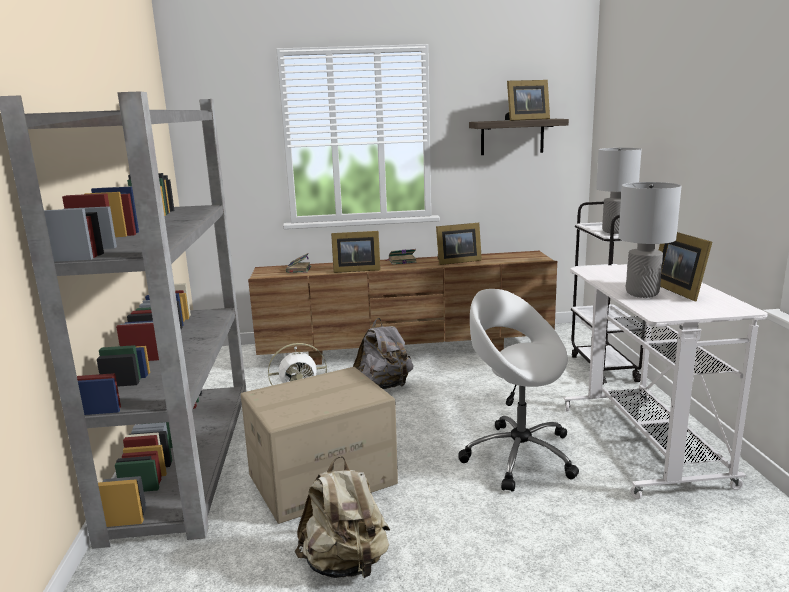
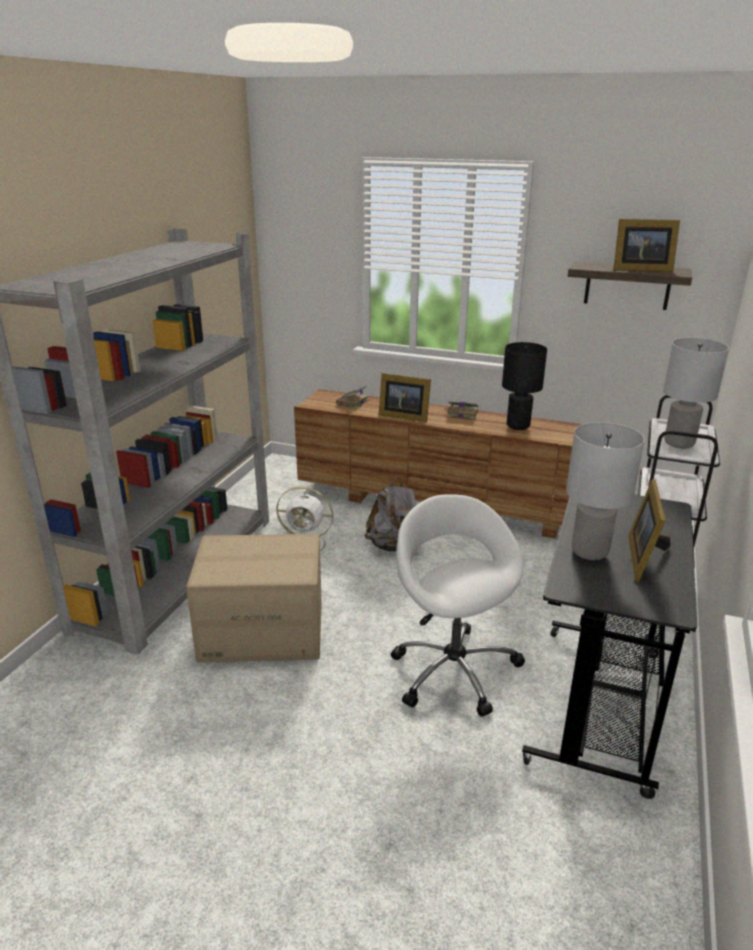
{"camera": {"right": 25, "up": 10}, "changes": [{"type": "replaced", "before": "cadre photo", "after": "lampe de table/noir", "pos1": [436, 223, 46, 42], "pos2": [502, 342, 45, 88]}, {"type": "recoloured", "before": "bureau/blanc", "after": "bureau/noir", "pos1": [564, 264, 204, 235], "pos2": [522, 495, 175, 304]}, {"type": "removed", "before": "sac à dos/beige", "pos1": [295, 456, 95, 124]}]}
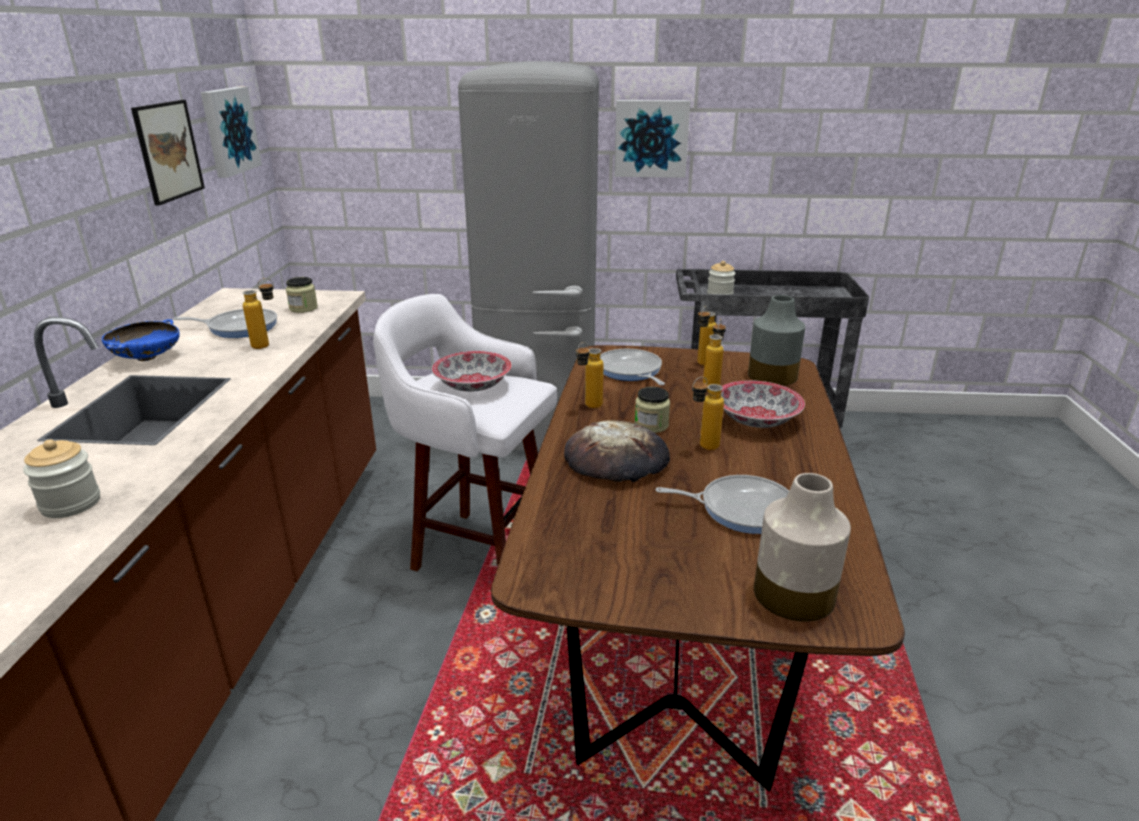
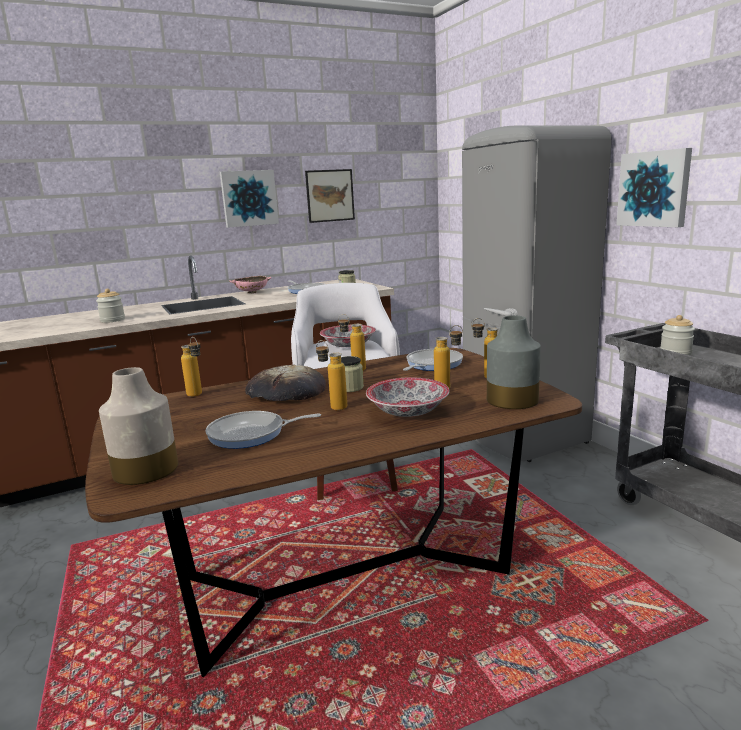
{"camera": {"right": 60, "up": -10}, "changes": [{"type": "moved", "before": "tableau", "pos1": [201, 87, 61, 91], "pos2": [220, 170, 59, 58]}, {"type": "moved", "before": "bouteille", "pos1": [242, 278, 32, 71], "pos2": [181, 337, 21, 60]}, {"type": "recoloured", "before": "bol/bleu", "after": "bol/rose", "pos1": [102, 319, 78, 42], "pos2": [229, 276, 43, 18]}, {"type": "turned", "before": "poêle", "pos1": [655, 475, 134, 59], "pos2": [206, 411, 115, 38], "turn": 105}]}
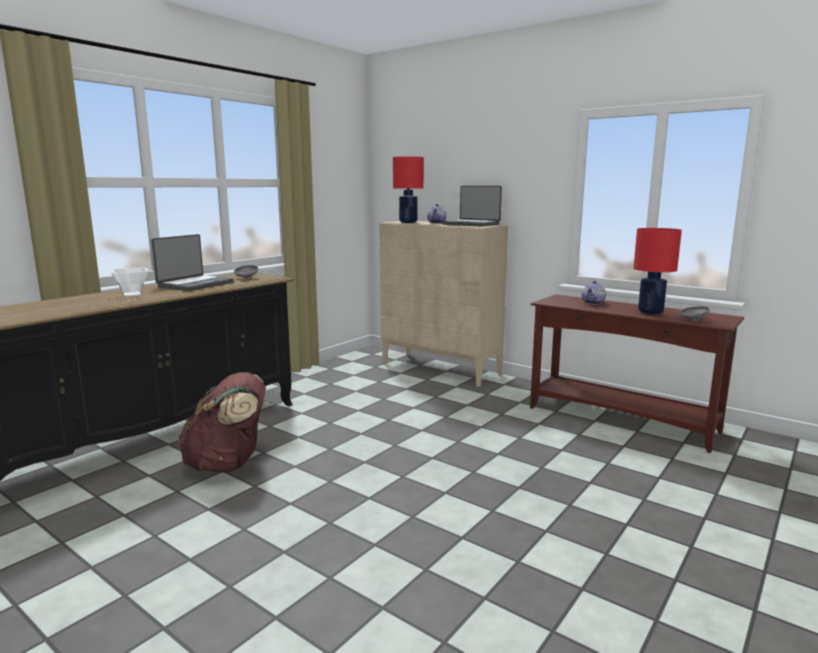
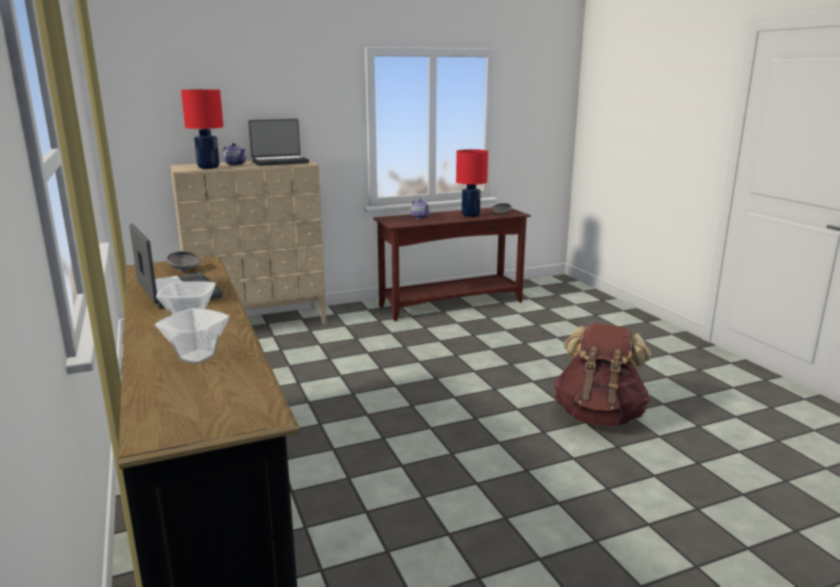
{"camera": {"right": -60, "up": 5}, "changes": [{"type": "moved", "before": "sac à dos/marron", "pos1": [177, 372, 89, 101], "pos2": [553, 323, 98, 104]}, {"type": "added", "after": "bol", "pos2": [155, 308, 75, 56]}]}
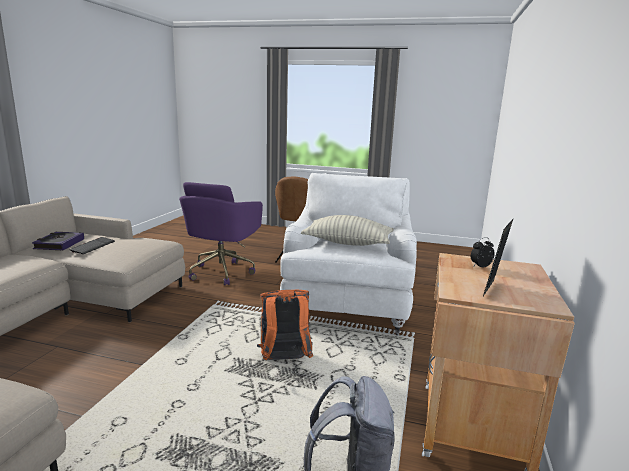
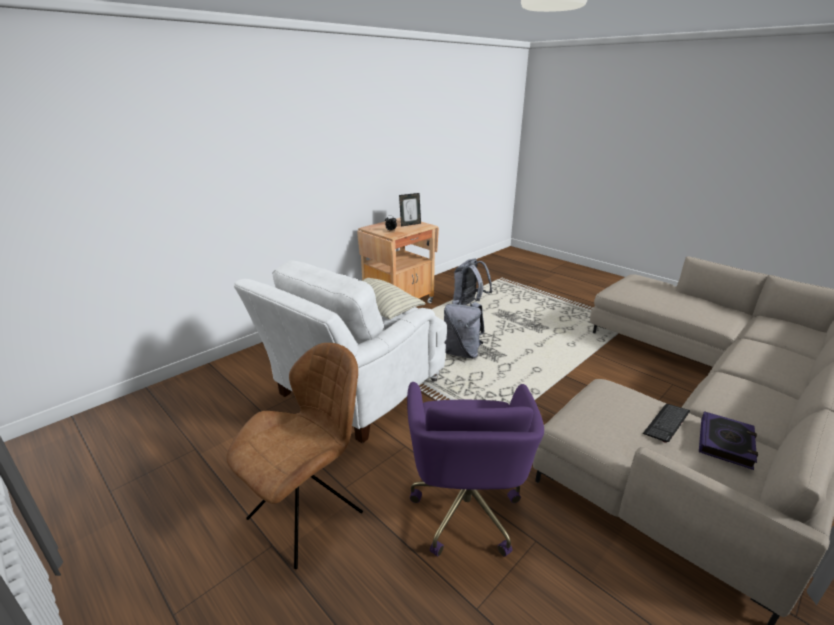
{"camera": {"right": -150, "up": 10}, "changes": [{"type": "turned", "before": "chaise de bureau/violet", "pos1": [179, 182, 84, 103], "pos2": [407, 382, 137, 175], "turn": 135}, {"type": "recoloured", "before": "sac à dos/orange", "after": "sac à dos/gris", "pos1": [257, 290, 56, 70], "pos2": [444, 300, 41, 58]}]}
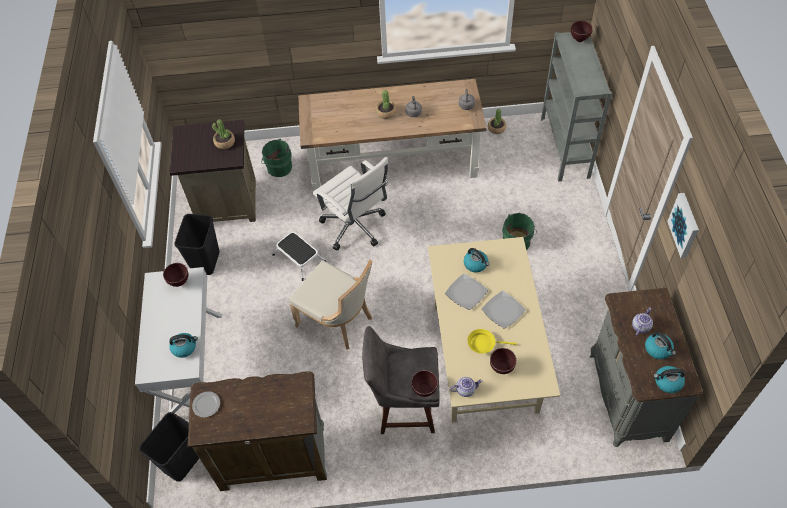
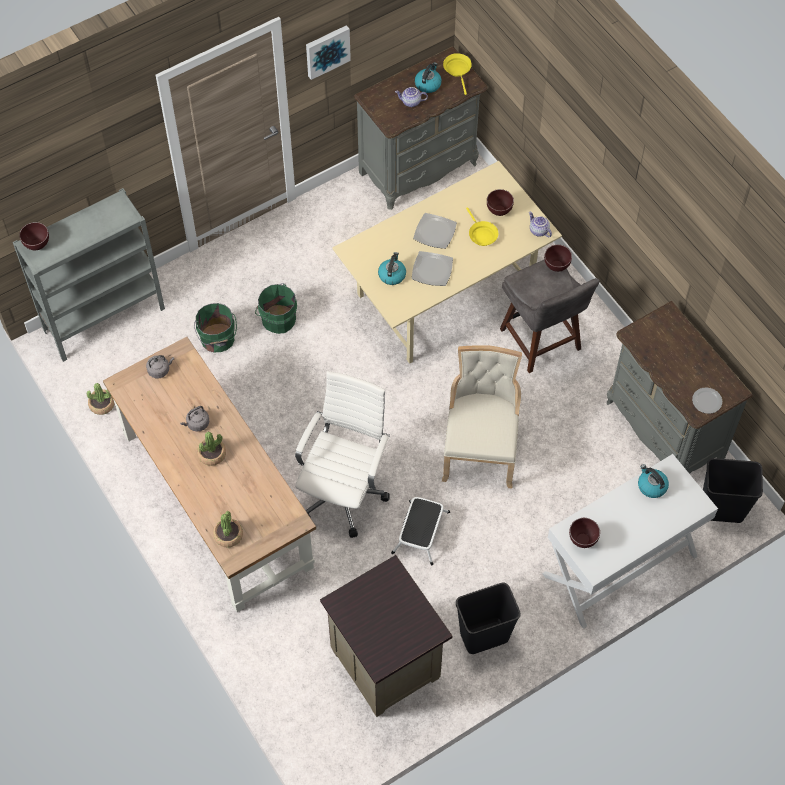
{"camera": {"right": -120, "up": 5}, "changes": [{"type": "moved", "before": "plante en pot", "pos1": [212, 119, 23, 30], "pos2": [213, 511, 30, 37]}, {"type": "moved", "before": "seau/vert", "pos1": [261, 138, 31, 39], "pos2": [194, 303, 43, 49]}, {"type": "replaced", "before": "bouilloire", "after": "poêle/jaune", "pos1": [653, 366, 32, 27], "pos2": [443, 53, 29, 42]}]}
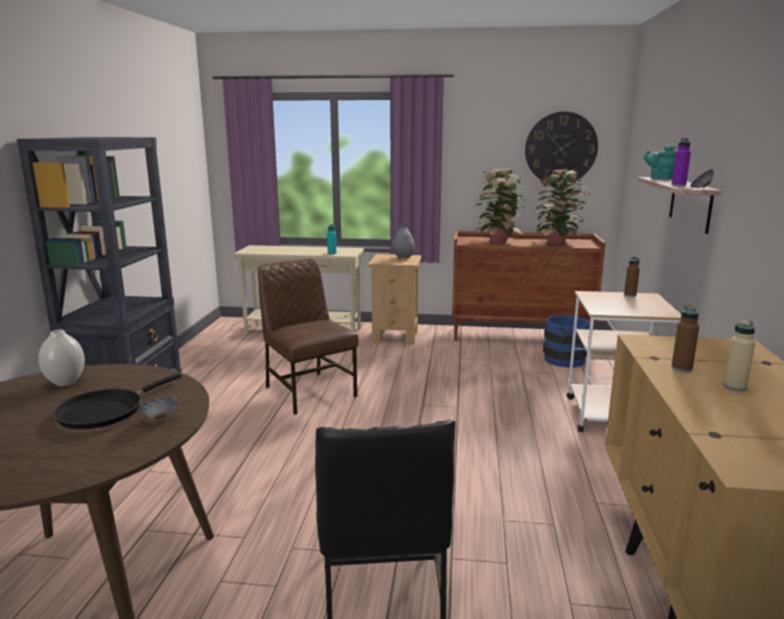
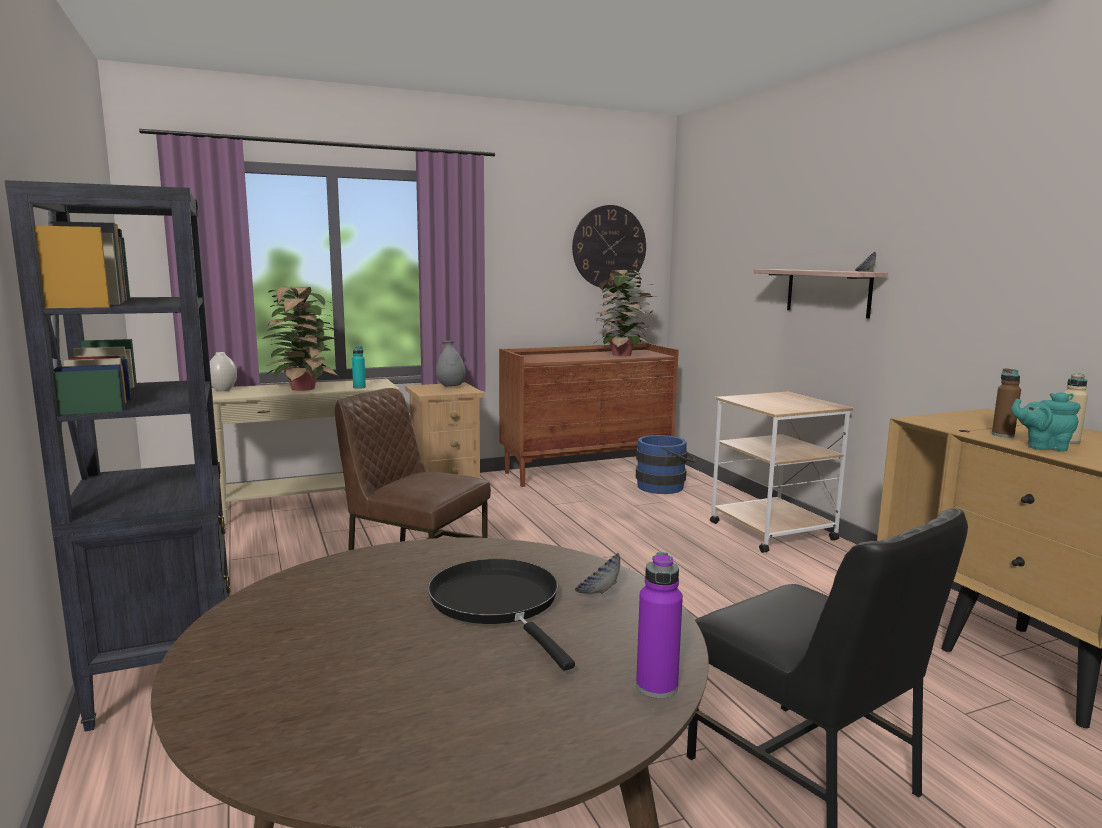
{"camera": {"right": -30, "up": -5}, "changes": [{"type": "moved", "before": "bouteille/violet", "pos1": [671, 138, 20, 48], "pos2": [636, 552, 47, 146]}, {"type": "moved", "before": "théière/turquoise", "pos1": [643, 146, 33, 34], "pos2": [1011, 392, 70, 59]}, {"type": "moved", "before": "plante en pot", "pos1": [474, 169, 51, 75], "pos2": [262, 286, 76, 105]}, {"type": "removed", "before": "bouteille/marron", "pos1": [624, 256, 16, 41]}, {"type": "moved", "before": "vase/blanc", "pos1": [39, 330, 46, 56], "pos2": [210, 352, 27, 39]}, {"type": "turned", "before": "poêle/noir", "pos1": [53, 373, 128, 56], "pos2": [428, 559, 147, 111], "turn": 150}]}
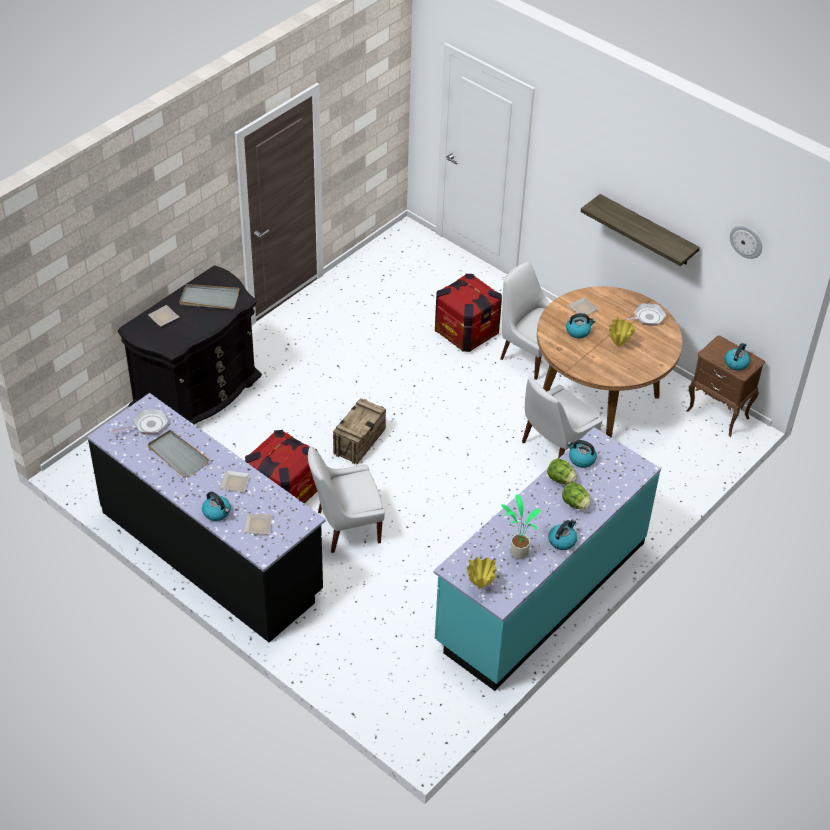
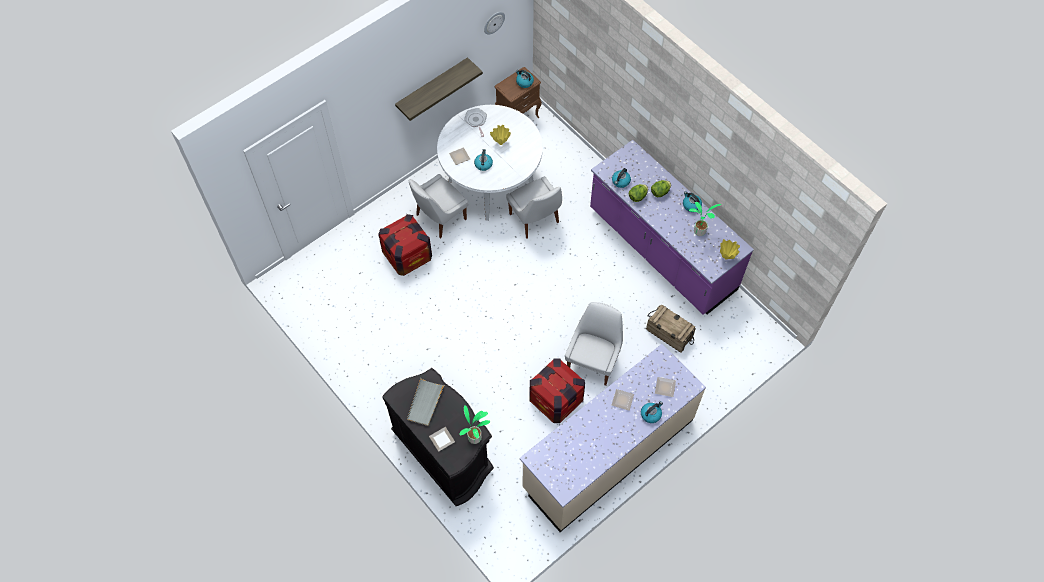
{"camera": {"right": -80, "up": 15}, "changes": [{"type": "recoloured", "before": "table à manger/marron", "after": "table à manger/blanc", "pos1": [537, 286, 146, 152], "pos2": [437, 105, 106, 116]}, {"type": "recoloured", "before": "comptoir de cuisine/noir", "after": "comptoir de cuisine/beige", "pos1": [87, 393, 239, 249], "pos2": [520, 344, 186, 188]}, {"type": "moved", "before": "caisse", "pos1": [333, 398, 53, 66], "pos2": [646, 304, 50, 49]}, {"type": "removed", "before": "poêle", "pos1": [112, 409, 57, 26]}, {"type": "recoloured", "before": "comptoir de cuisine/turquoise", "after": "comptoir de cuisine/violet", "pos1": [433, 427, 228, 264], "pos2": [590, 140, 164, 175]}, {"type": "removed", "before": "plateau/gris", "pos1": [148, 430, 61, 48]}, {"type": "turned", "before": "chaise/blanc", "pos1": [308, 446, 77, 107], "pos2": [565, 302, 58, 84], "turn": -150}, {"type": "added", "after": "plante en pot", "pos2": [459, 405, 31, 39]}]}
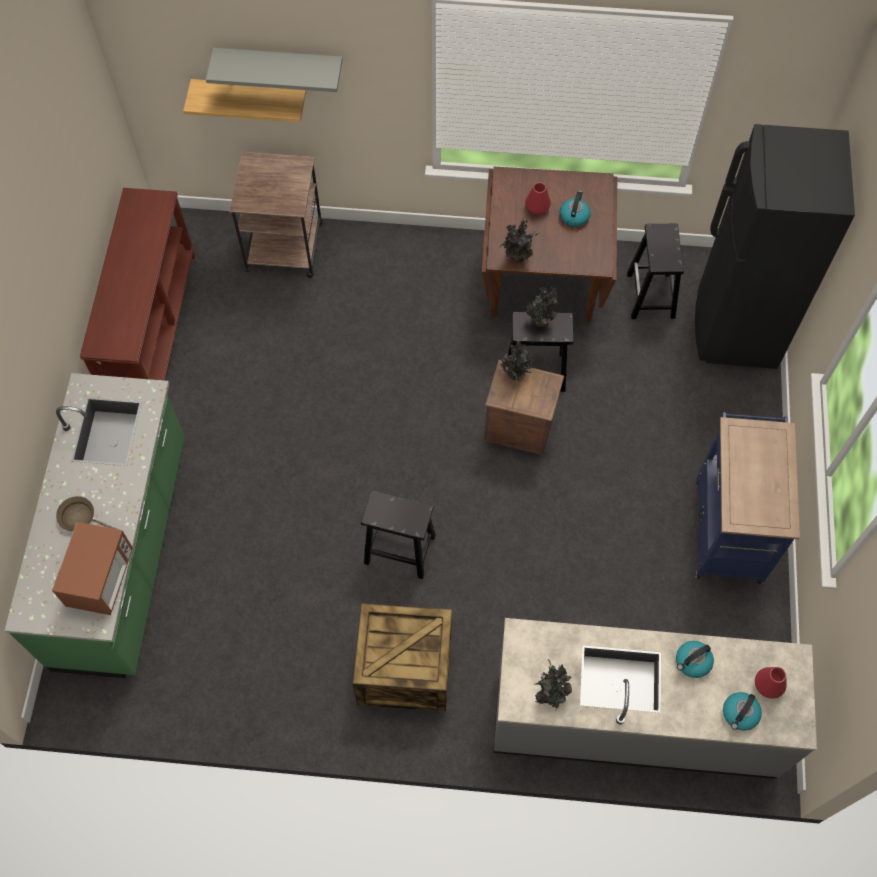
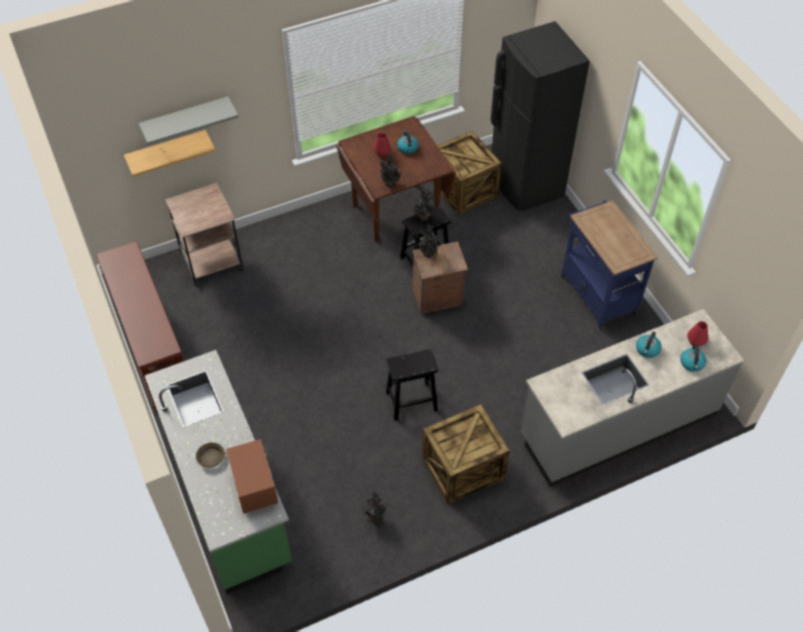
{"camera": {"right": -30, "up": -10}, "changes": [{"type": "replaced", "before": "tabouret/noir", "after": "caisse", "pos1": [627, 224, 57, 95], "pos2": [430, 131, 72, 84]}, {"type": "moved", "before": "plante en pot", "pos1": [534, 659, 38, 50], "pos2": [363, 492, 23, 32]}]}
